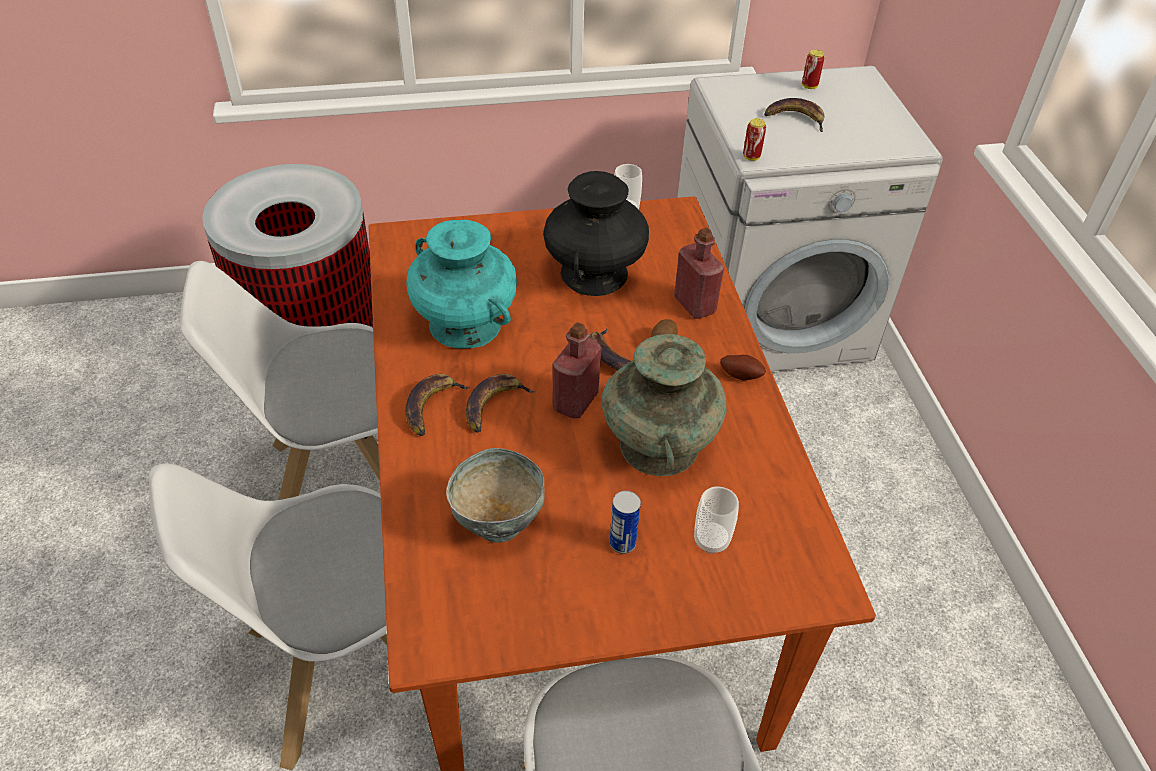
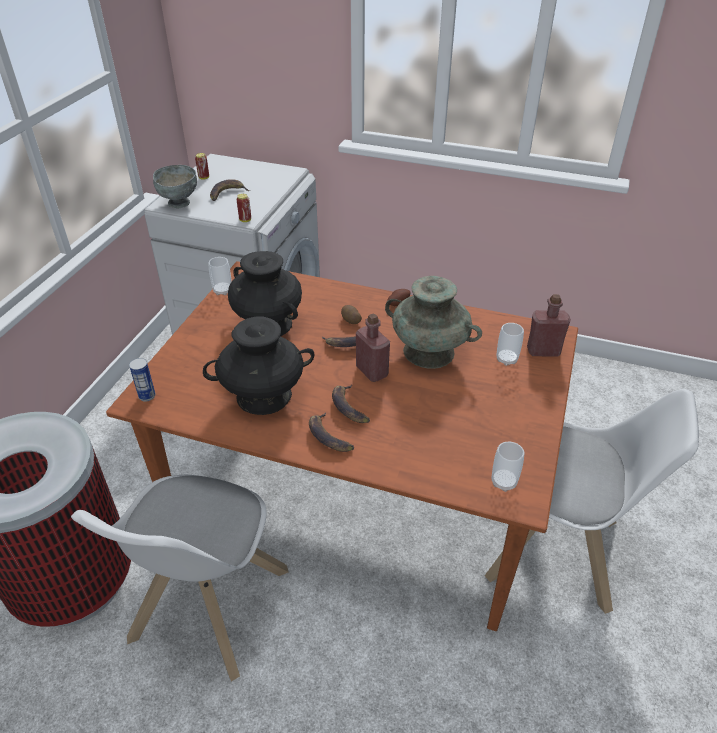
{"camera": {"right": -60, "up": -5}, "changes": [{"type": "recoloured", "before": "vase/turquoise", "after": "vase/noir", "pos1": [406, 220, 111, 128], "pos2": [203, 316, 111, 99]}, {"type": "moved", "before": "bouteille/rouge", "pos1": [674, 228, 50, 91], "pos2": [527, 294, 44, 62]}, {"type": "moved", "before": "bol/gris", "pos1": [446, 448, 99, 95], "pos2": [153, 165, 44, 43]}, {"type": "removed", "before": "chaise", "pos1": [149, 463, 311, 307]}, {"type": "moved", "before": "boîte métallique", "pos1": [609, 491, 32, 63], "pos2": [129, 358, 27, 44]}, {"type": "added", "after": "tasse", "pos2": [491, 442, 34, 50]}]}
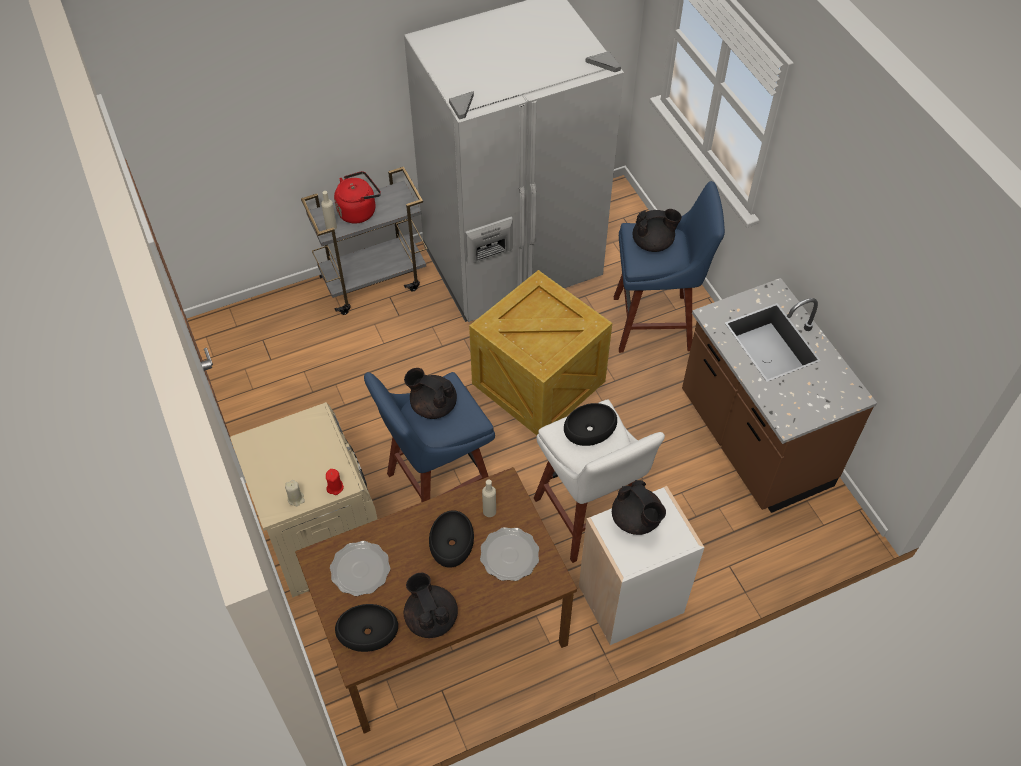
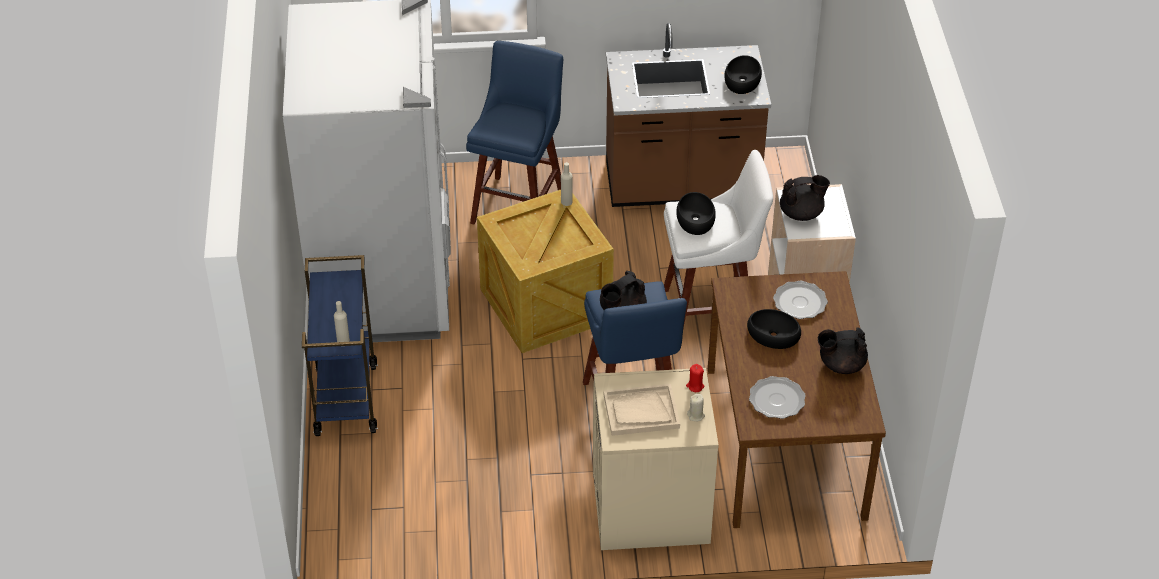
{"camera": {"right": -70, "up": -10}, "changes": [{"type": "recoloured", "before": "chariot/gris", "after": "chariot/bleu", "pos1": [301, 167, 126, 148], "pos2": [302, 255, 76, 181]}, {"type": "removed", "before": "bouilloire/rouge", "pos1": [334, 171, 47, 53]}, {"type": "removed", "before": "théière/noir", "pos1": [633, 209, 49, 43]}, {"type": "moved", "before": "bouteille/beige", "pos1": [482, 479, 14, 38], "pos2": [561, 162, 12, 44]}, {"type": "moved", "before": "bol/noir", "pos1": [335, 604, 63, 48], "pos2": [724, 55, 38, 39]}, {"type": "added", "after": "plateau/beige", "pos2": [604, 384, 76, 52]}]}
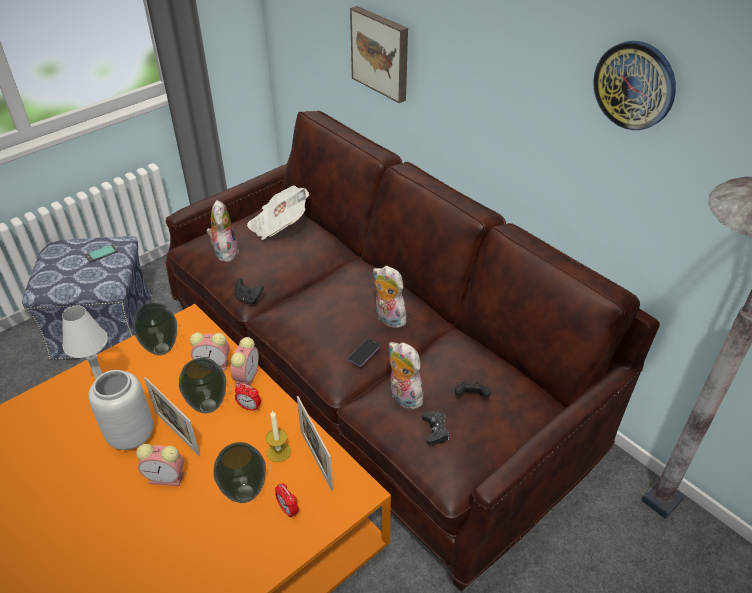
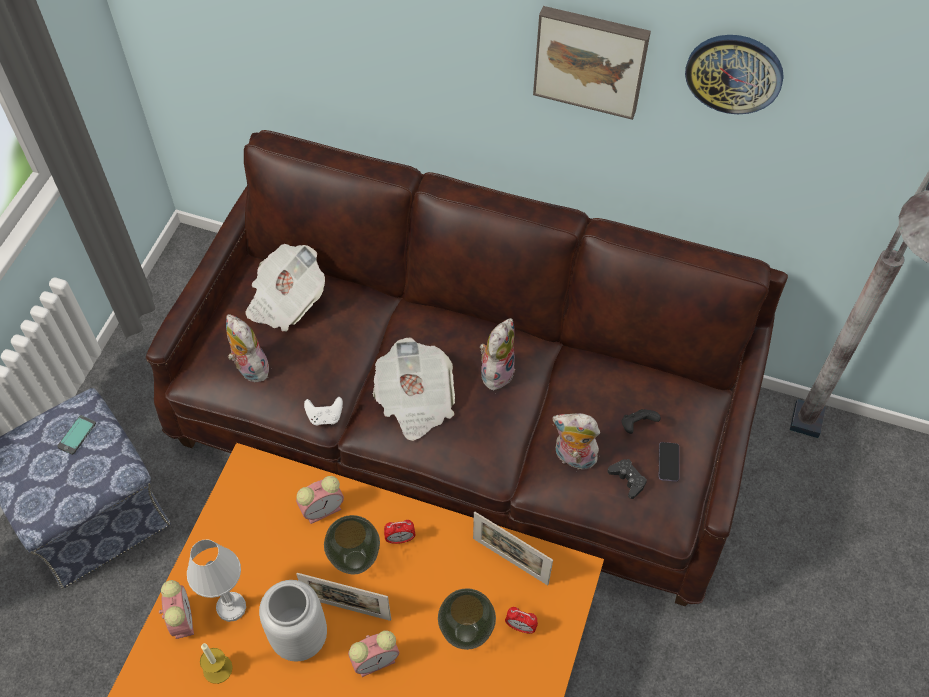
{"camera": {"right": -30, "up": 15}, "changes": [{"type": "moved", "before": "tableau", "pos1": [350, 6, 58, 97], "pos2": [533, 6, 118, 114]}, {"type": "turned", "before": "peluche", "pos1": [373, 266, 35, 62], "pos2": [480, 318, 35, 72], "turn": 105}, {"type": "recoloured", "before": "manette/noir", "after": "manette/blanc", "pos1": [235, 278, 29, 26], "pos2": [304, 397, 39, 29]}, {"type": "removed", "before": "vase", "pos1": [133, 303, 44, 52]}, {"type": "moved", "before": "réveil", "pos1": [230, 337, 29, 51], "pos2": [159, 580, 35, 59]}, {"type": "moved", "before": "téléphone", "pos1": [348, 339, 32, 28], "pos2": [659, 442, 20, 40]}, {"type": "moved", "before": "bougie", "pos1": [266, 410, 25, 52], "pos2": [200, 643, 33, 41]}, {"type": "added", "after": "journal", "pos2": [373, 338, 82, 103]}]}
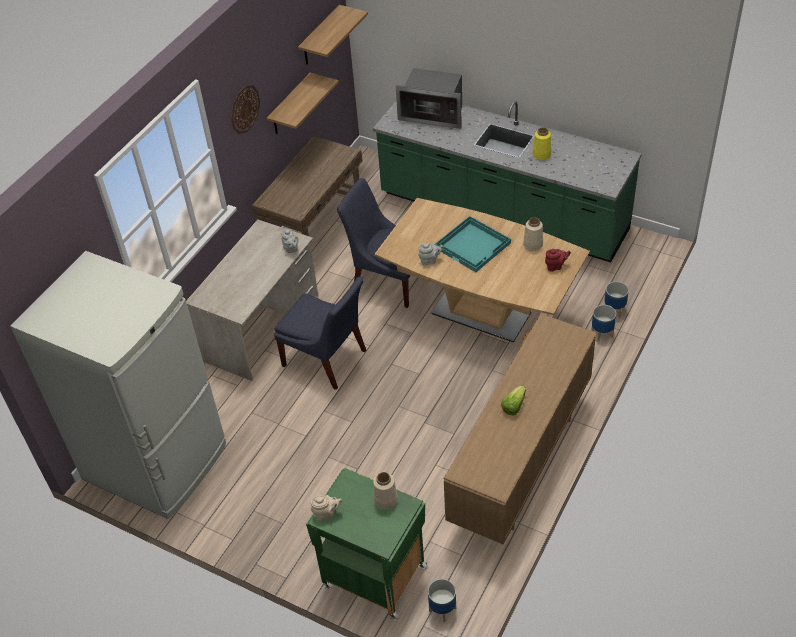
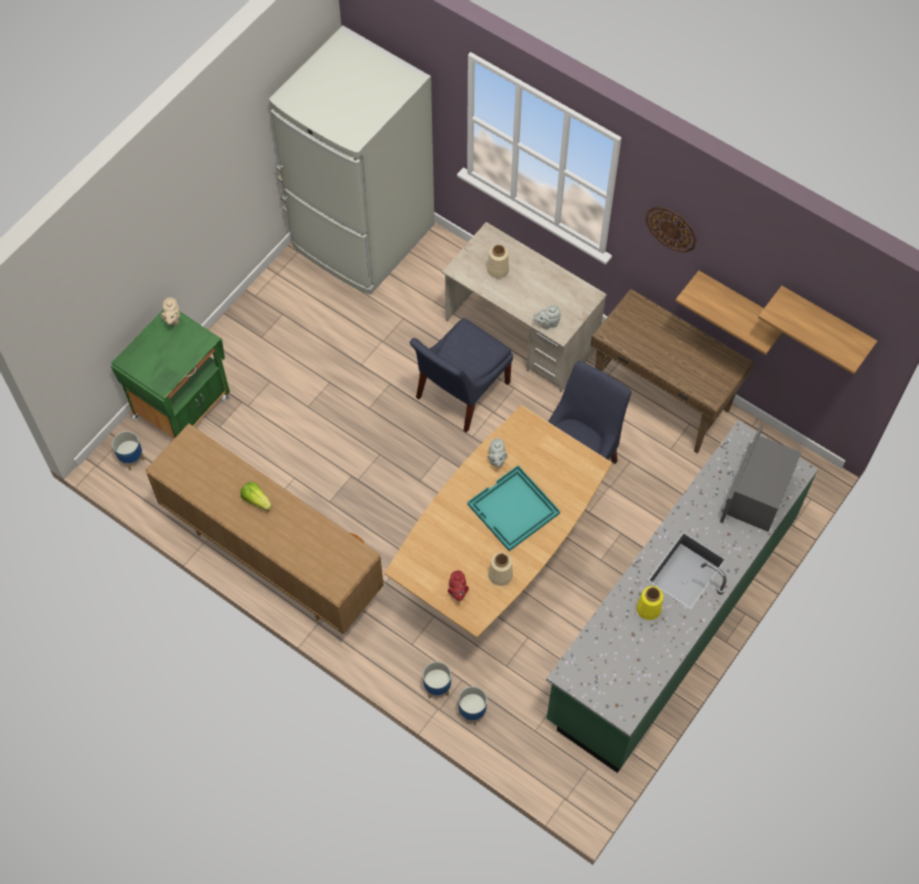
{"camera": {"right": 95, "up": 15}, "changes": [{"type": "moved", "before": "vase/beige", "pos1": [373, 472, 25, 38], "pos2": [487, 245, 22, 34]}]}
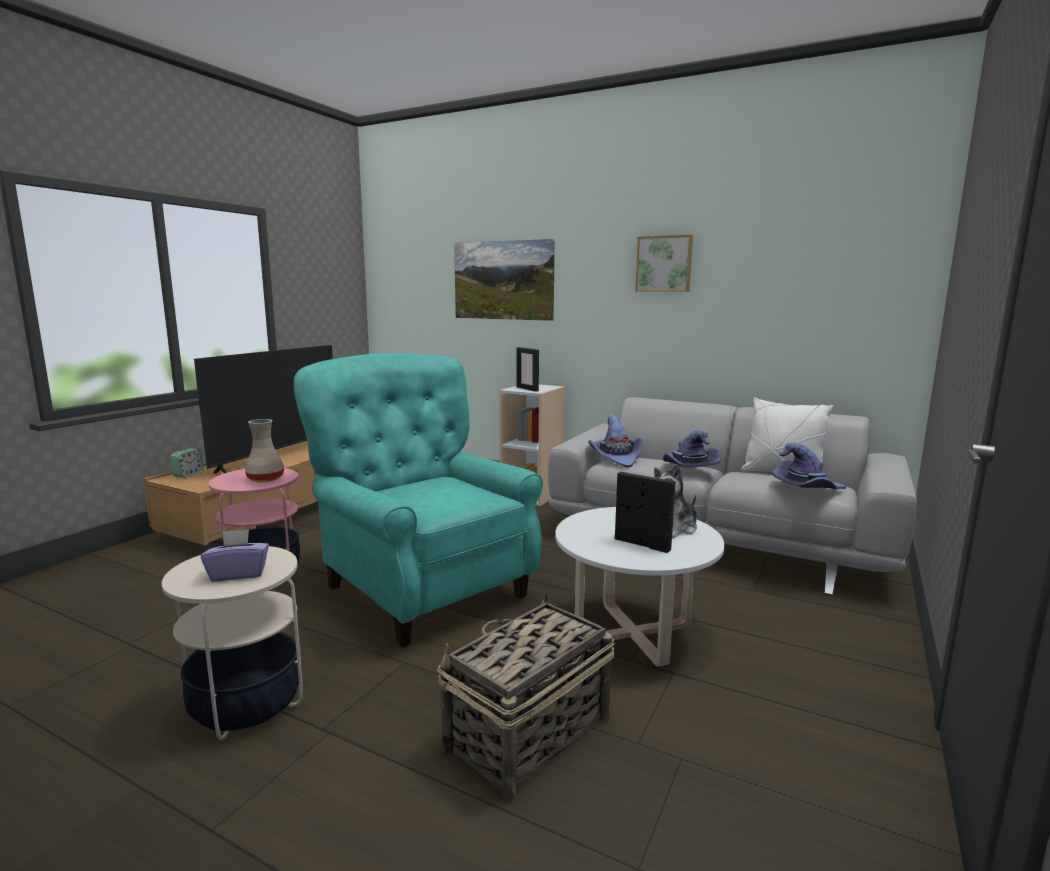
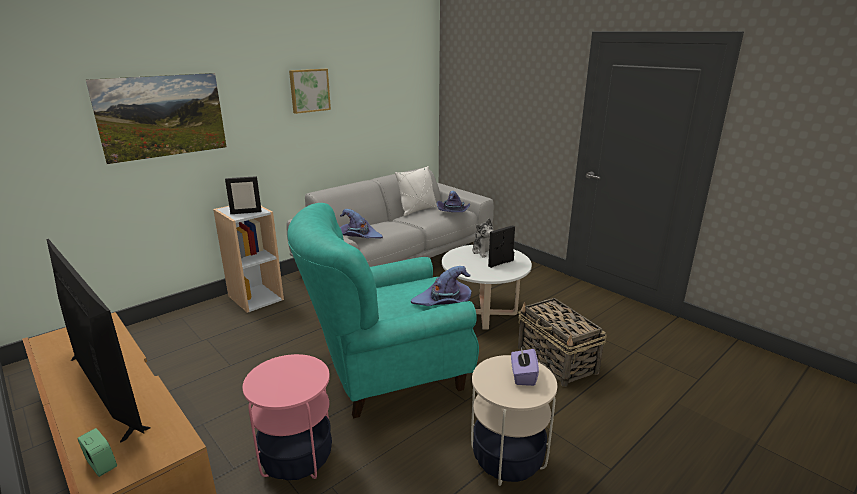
{"camera": {"right": -70, "up": 10}, "changes": [{"type": "removed", "before": "vase/beige", "pos1": [245, 419, 39, 63]}, {"type": "moved", "before": "chapeau/violet", "pos1": [663, 429, 58, 38], "pos2": [411, 266, 61, 40]}]}
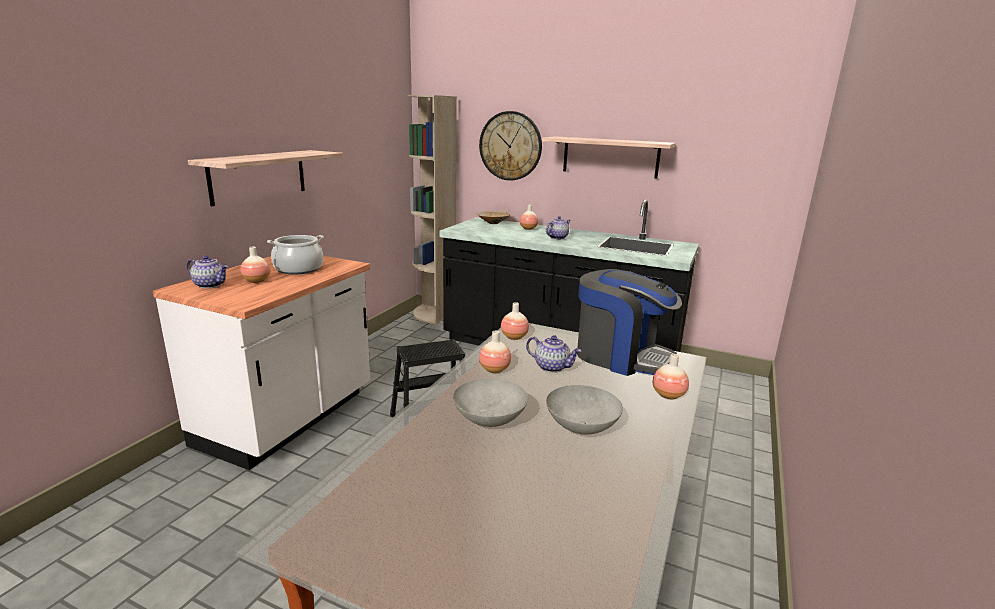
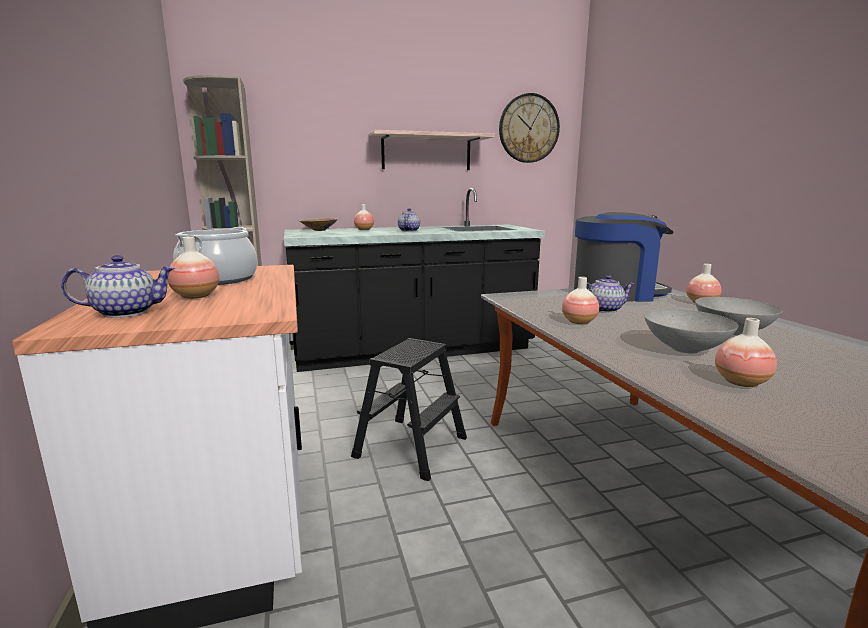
{"camera": {"right": -40, "up": -5}, "changes": [{"type": "moved", "before": "horloge murale", "pos1": [479, 111, 63, 70], "pos2": [499, 93, 61, 70]}, {"type": "removed", "before": "étagère", "pos1": [188, 150, 155, 56]}, {"type": "moved", "before": "vase", "pos1": [501, 302, 28, 38], "pos2": [715, 318, 62, 69]}]}
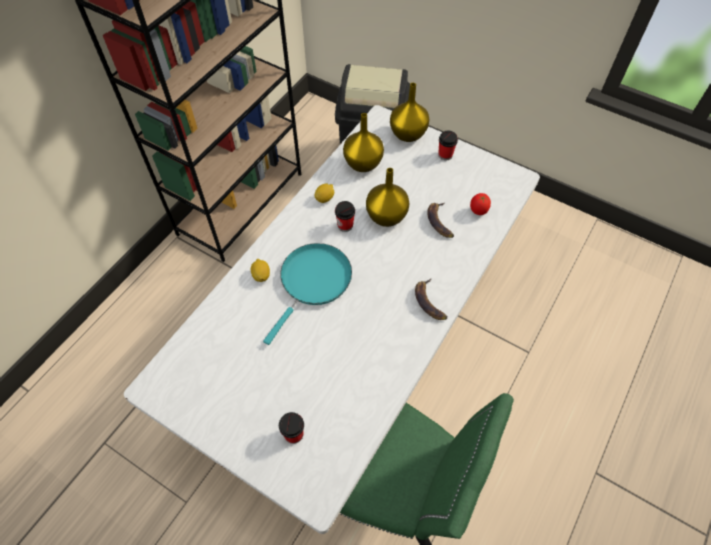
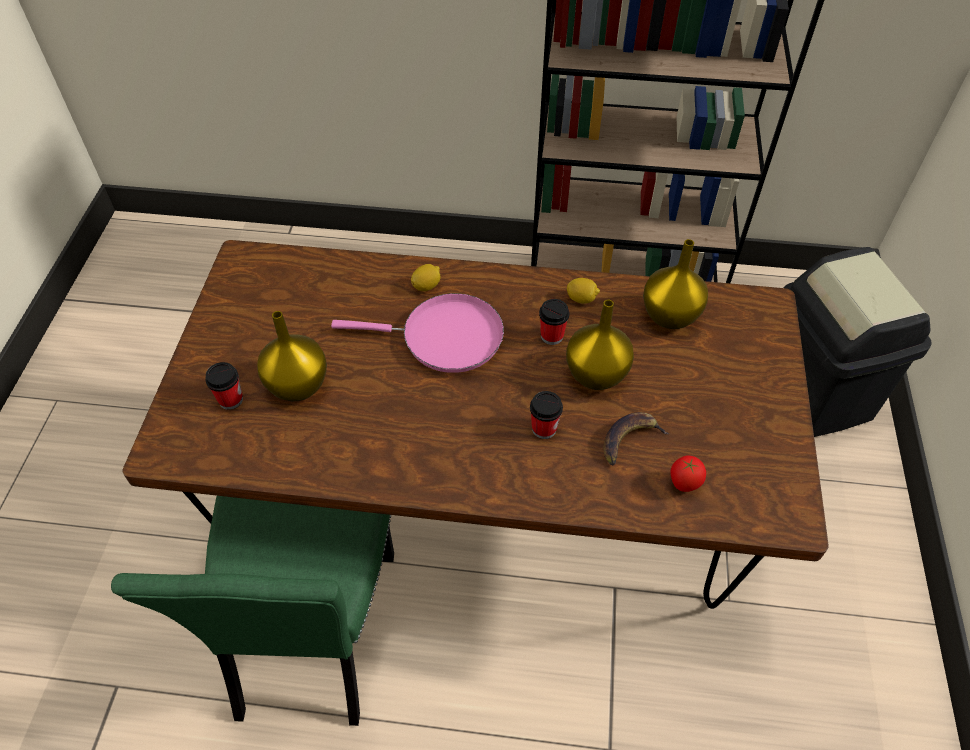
{"camera": {"right": 65, "up": -5}, "changes": [{"type": "moved", "before": "vase/jaune", "pos1": [390, 83, 39, 59], "pos2": [257, 311, 70, 90]}, {"type": "recoloured", "before": "table à manger/blanc", "after": "table à manger/marron", "pos1": [124, 105, 416, 429], "pos2": [122, 240, 707, 369]}, {"type": "moved", "before": "tasse", "pos1": [439, 131, 19, 29], "pos2": [530, 391, 33, 48]}, {"type": "recoloured", "before": "poêle/turquoise", "after": "poêle/rose", "pos1": [263, 243, 89, 102], "pos2": [331, 293, 173, 80]}, {"type": "removed", "before": "banane", "pos1": [415, 279, 32, 41]}]}
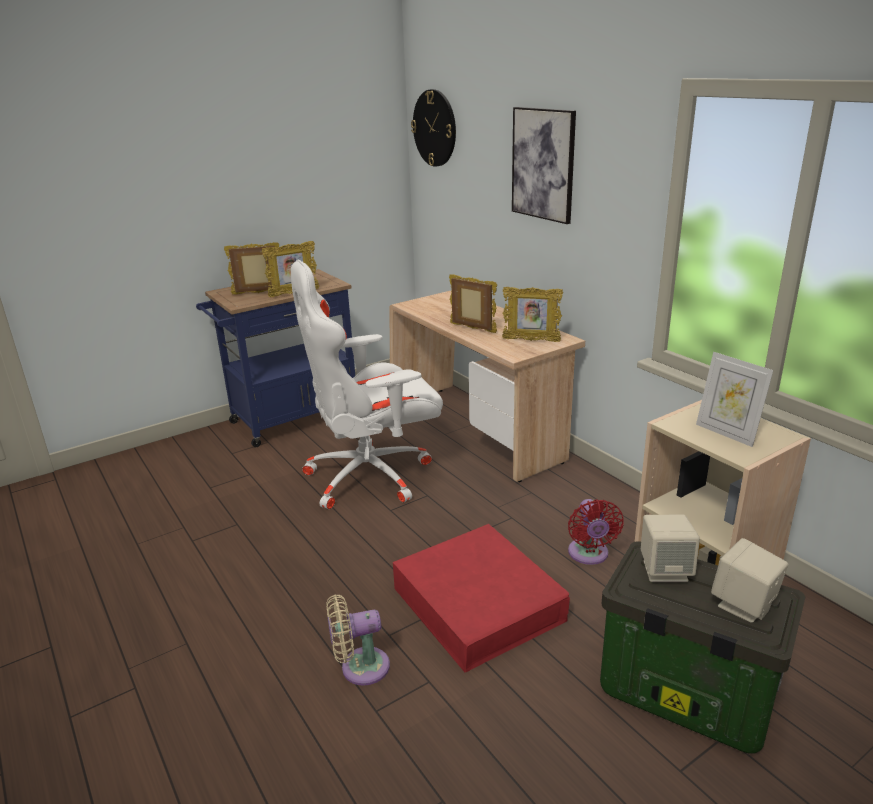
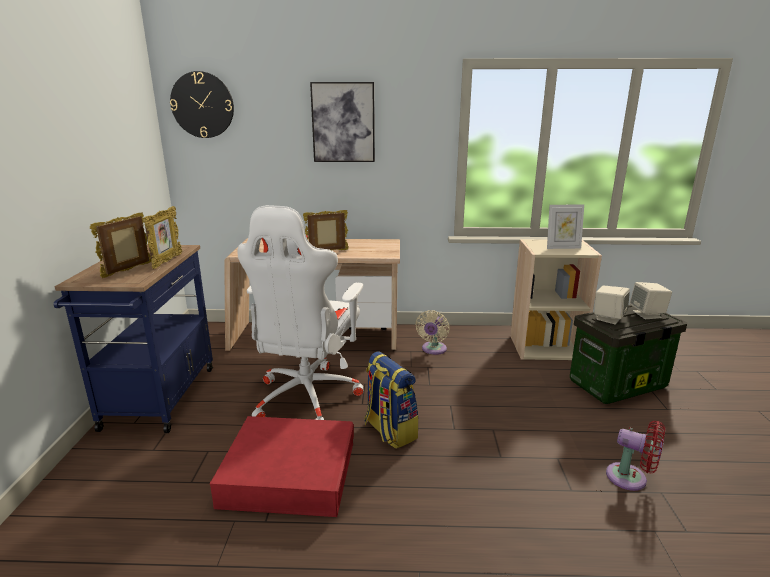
{"camera": {"right": -55, "up": -5}, "changes": [{"type": "removed", "before": "cadre photo", "pos1": [502, 287, 61, 55]}, {"type": "moved", "before": "ventilateur/rouge", "pos1": [568, 499, 56, 66], "pos2": [606, 421, 59, 70]}, {"type": "moved", "before": "boîte de rangement/rouge", "pos1": [393, 524, 177, 148], "pos2": [210, 416, 144, 101]}, {"type": "moved", "before": "ventilateur/beige", "pos1": [326, 594, 64, 92], "pos2": [416, 310, 33, 45]}, {"type": "added", "after": "sac à dos", "pos2": [364, 351, 54, 98]}]}
